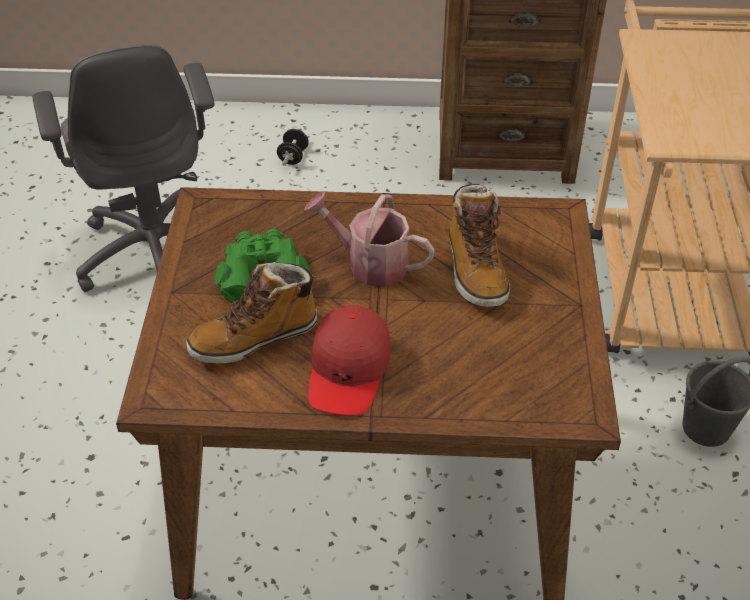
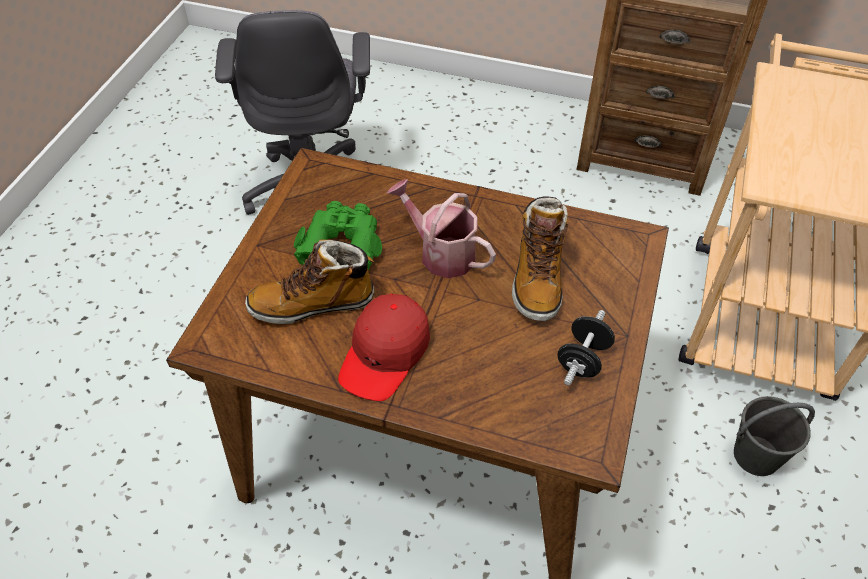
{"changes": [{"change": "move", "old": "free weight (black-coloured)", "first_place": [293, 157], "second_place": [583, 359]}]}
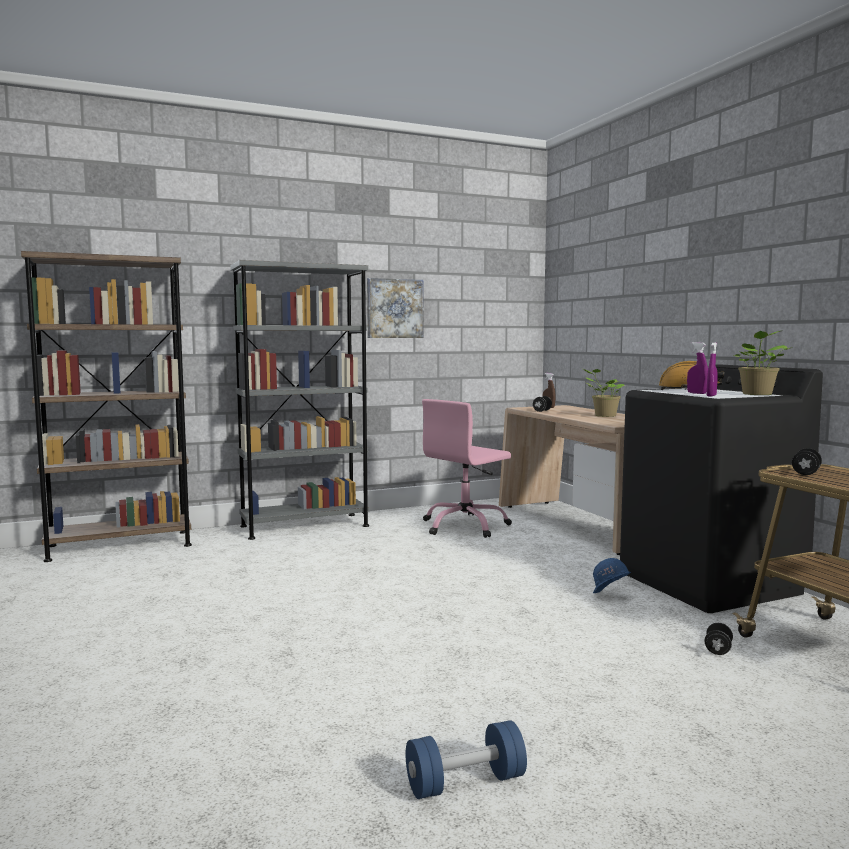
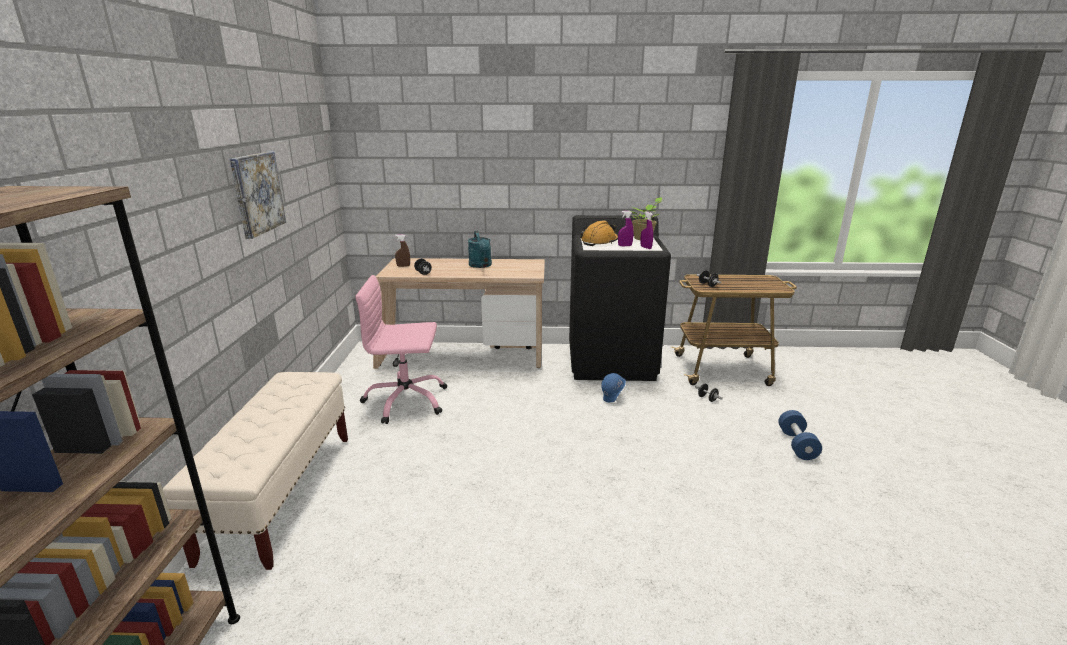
{"changes": [{"change": "replace", "old": "shelving unit (greyish)", "new": "bench (sand-coloured)", "first_place": [304, 526], "second_place": [281, 494]}, {"change": "rotate", "old": "desk chair (pink-coloured)", "first_place": [465, 526], "second_place": [406, 401], "degrees": 105}, {"change": "replace", "old": "potted plant", "new": "watering pot (turquoise)", "first_place": [603, 415], "second_place": [481, 265]}, {"change": "move", "old": "free weight (bluish)", "first_place": [465, 783], "second_place": [797, 444]}]}
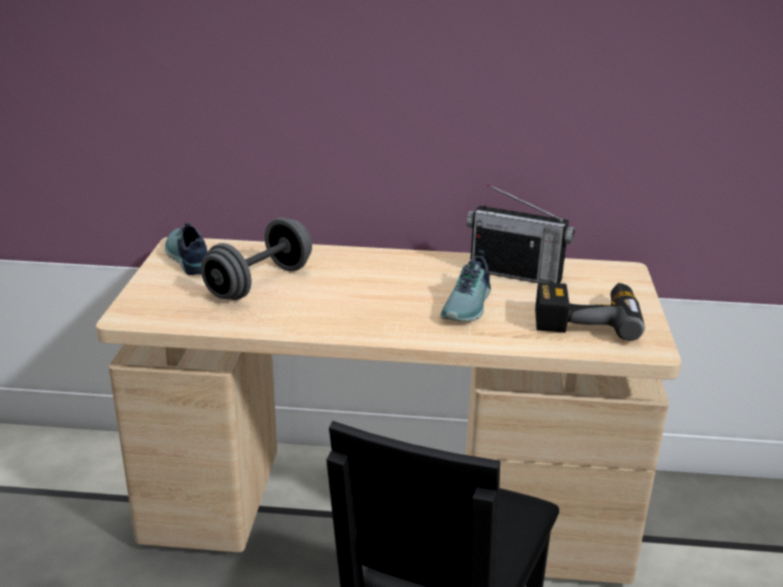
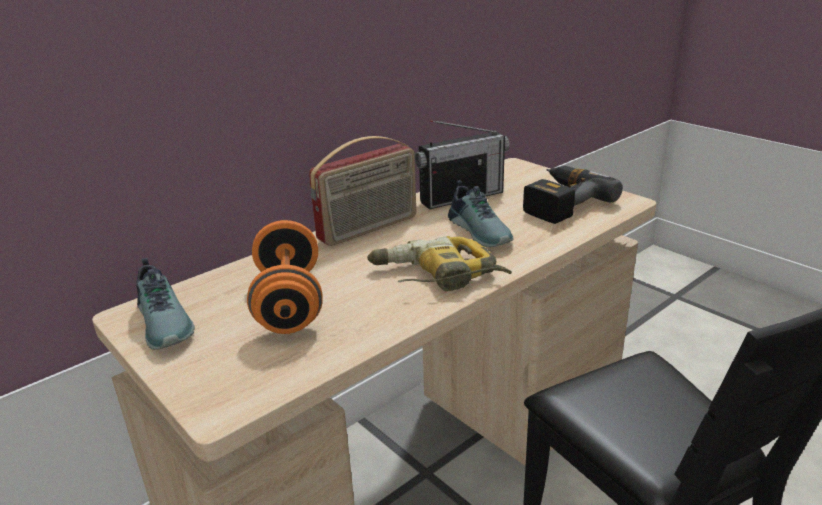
{"changes": [{"change": "rotate", "old": "low shoe", "first_place": [187, 259], "second_place": [167, 322], "degrees": -135}, {"change": "recolor", "old": "free weight (greyish)", "new": "free weight (orange-coloured)", "first_place": [259, 283], "second_place": [289, 302]}, {"change": "insert", "new": "radio set", "second_place": [369, 228]}, {"change": "insert", "new": "electric drill", "second_place": [436, 276]}]}
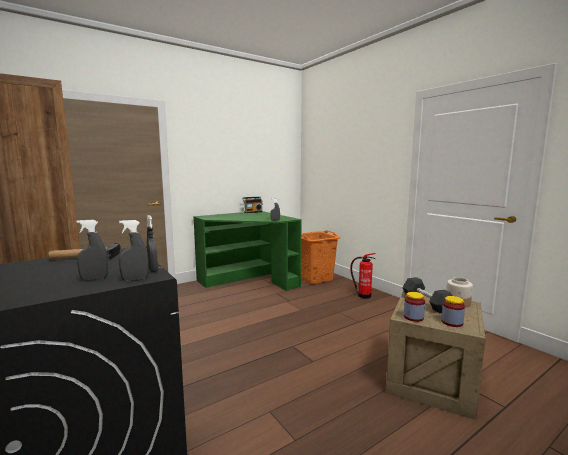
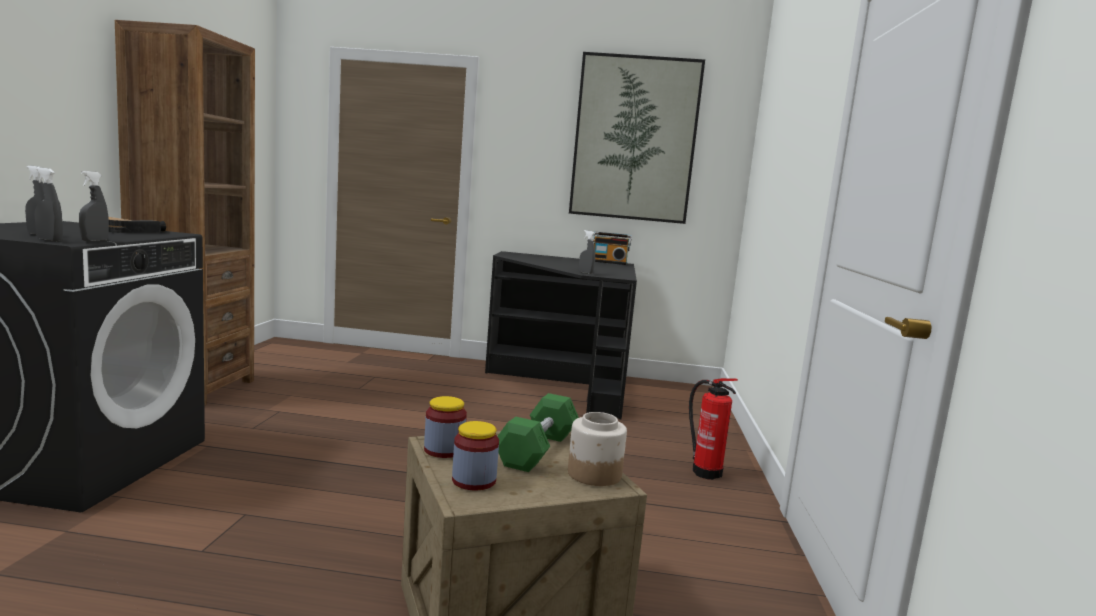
{"changes": [{"change": "recolor", "old": "desk (greenish)", "new": "desk (black-coloured)", "first_place": [249, 281], "second_place": [561, 385]}, {"change": "recolor", "old": "free weight (greyish)", "new": "free weight (greenish)", "first_place": [426, 303], "second_place": [537, 450]}, {"change": "insert", "new": "picture", "second_place": [634, 139]}, {"change": "delete", "old": "laundry basket (orange-coloured)", "first_place": [315, 279]}]}
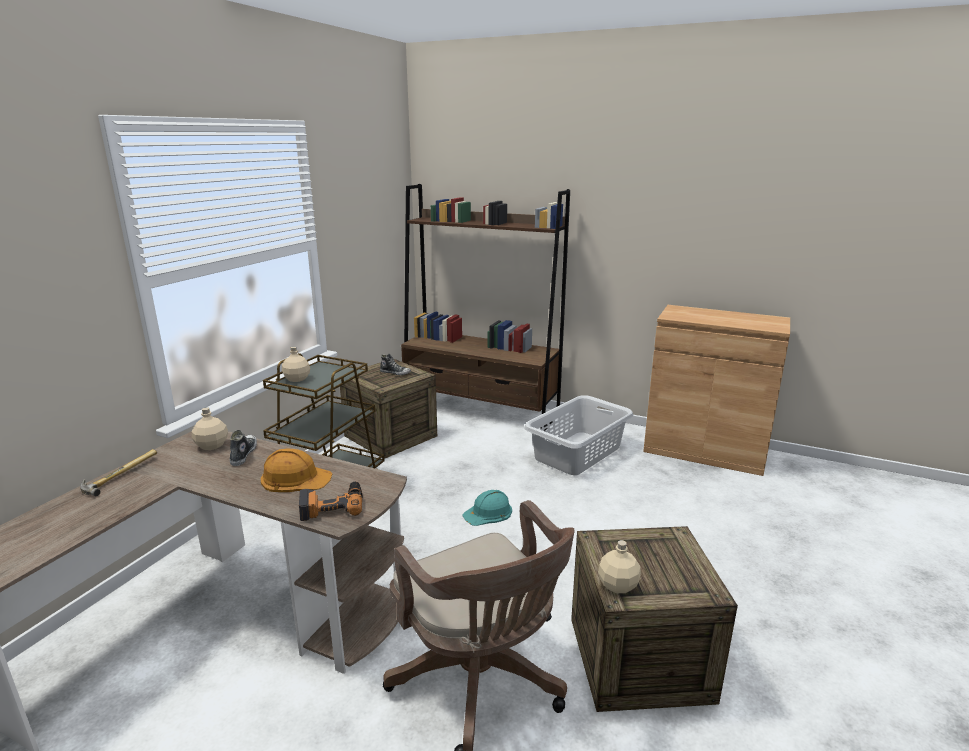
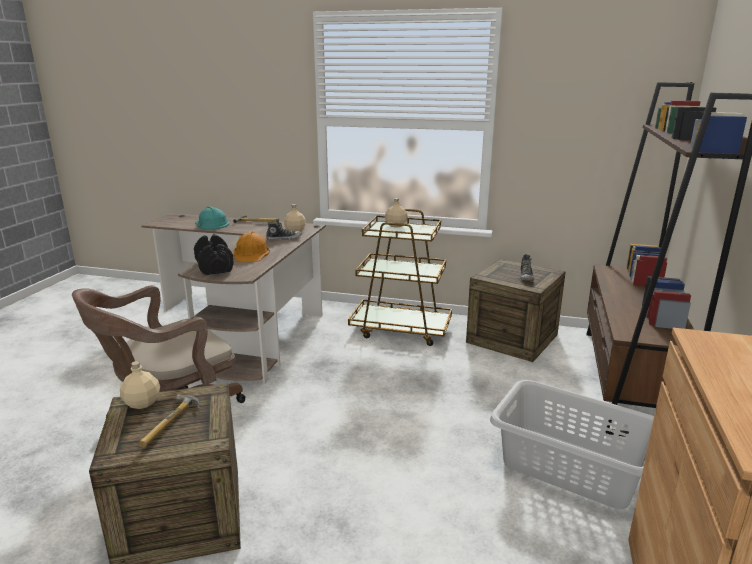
{"changes": [{"change": "insert", "new": "hand hammer", "second_place": [173, 424]}, {"change": "replace", "old": "electric drill", "new": "free weight (black-coloured)", "first_place": [332, 505], "second_place": [214, 267]}, {"change": "move", "old": "safety helmet (turquoise)", "first_place": [488, 513], "second_place": [211, 224]}]}
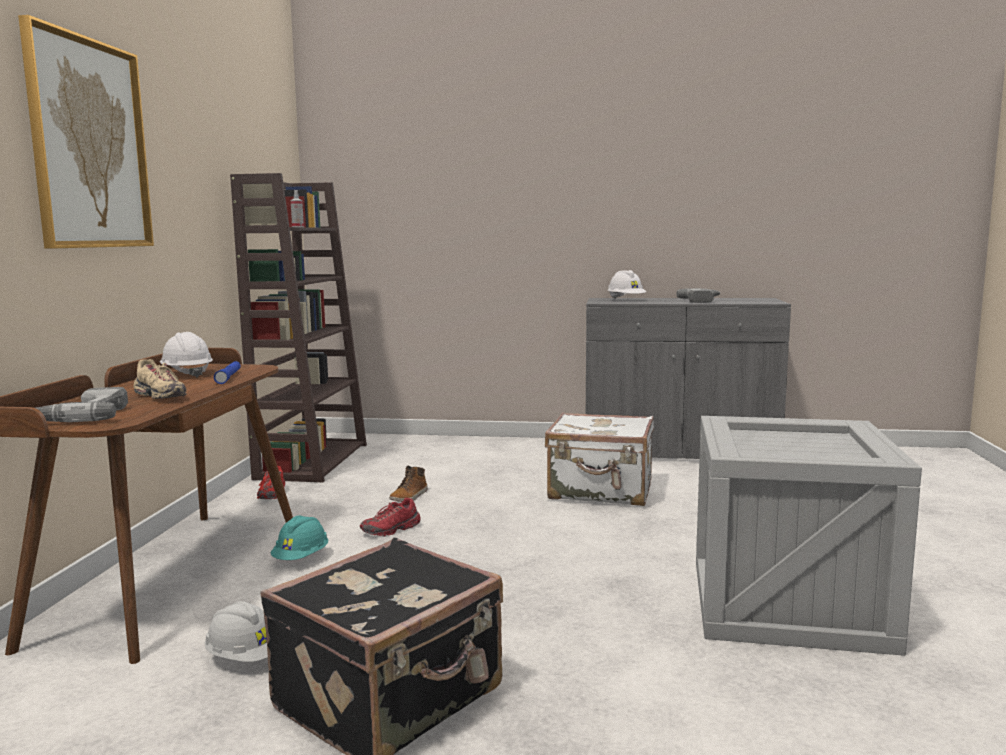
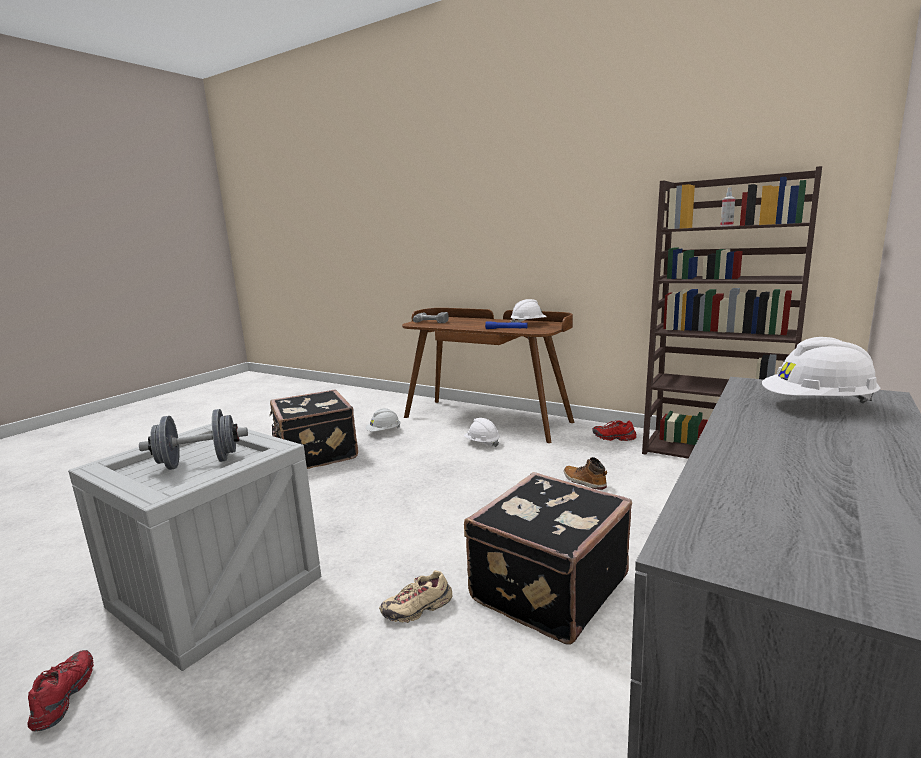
{"changes": [{"change": "move", "old": "low shoe (reddish)", "first_place": [391, 530], "second_place": [64, 697]}, {"change": "insert", "new": "free weight (greyish)", "second_place": [199, 463]}, {"change": "move", "old": "low shoe (sand-coloured)", "first_place": [161, 397], "second_place": [418, 609]}, {"change": "recolor", "old": "safety helmet (turquoise)", "new": "safety helmet (white)", "first_place": [301, 558], "second_place": [482, 443]}, {"change": "recolor", "old": "travel case (white)", "new": "travel case (black-coloured)", "first_place": [601, 491], "second_place": [546, 587]}, {"change": "delete", "old": "picture", "first_place": [89, 144]}, {"change": "delete", "old": "electric drill", "first_place": [703, 300]}]}
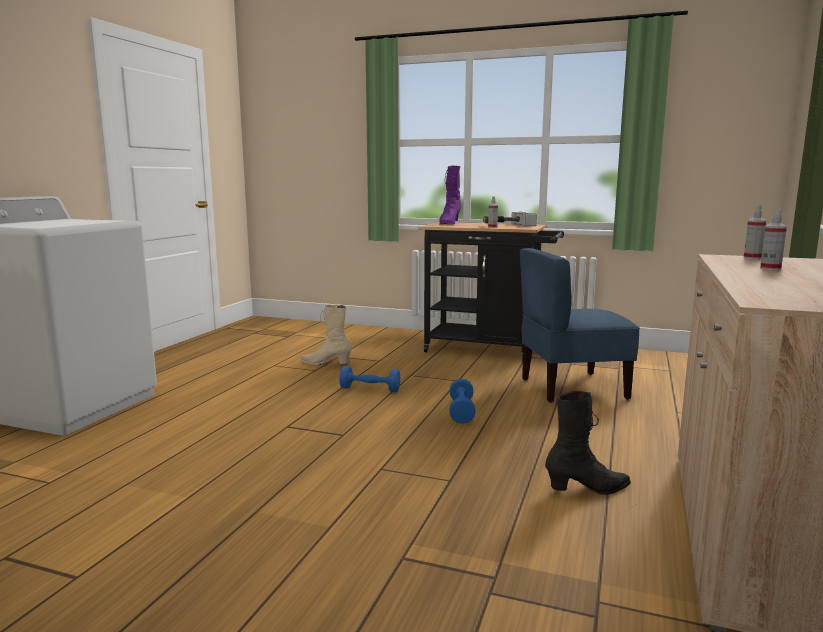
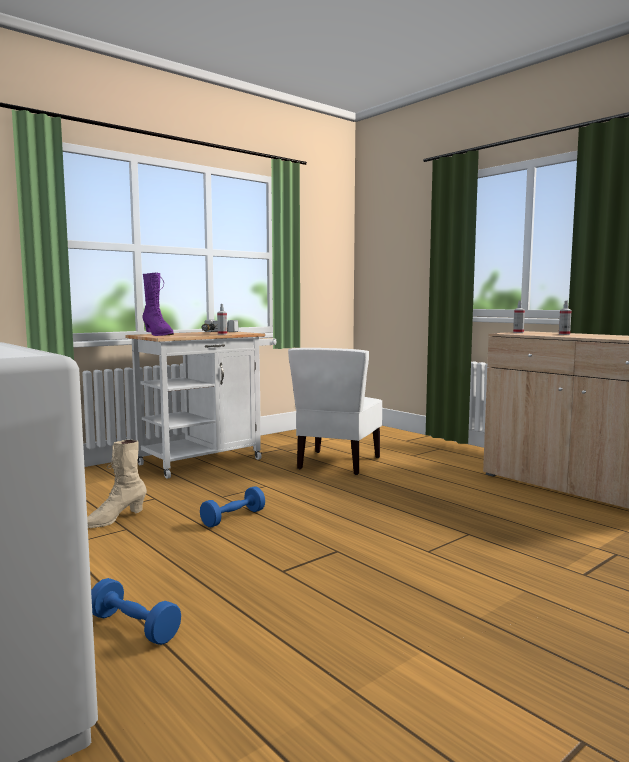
{"changes": [{"change": "move", "old": "free weight (bluish)", "first_place": [461, 411], "second_place": [134, 627]}, {"change": "recolor", "old": "wheeled cart (black-coloured)", "new": "wheeled cart (white)", "first_place": [488, 349], "second_place": [207, 460]}, {"change": "recolor", "old": "chair (bluish)", "new": "chair (white)", "first_place": [572, 388], "second_place": [337, 463]}, {"change": "delete", "old": "tall boot (black-coloured)", "first_place": [588, 489]}]}
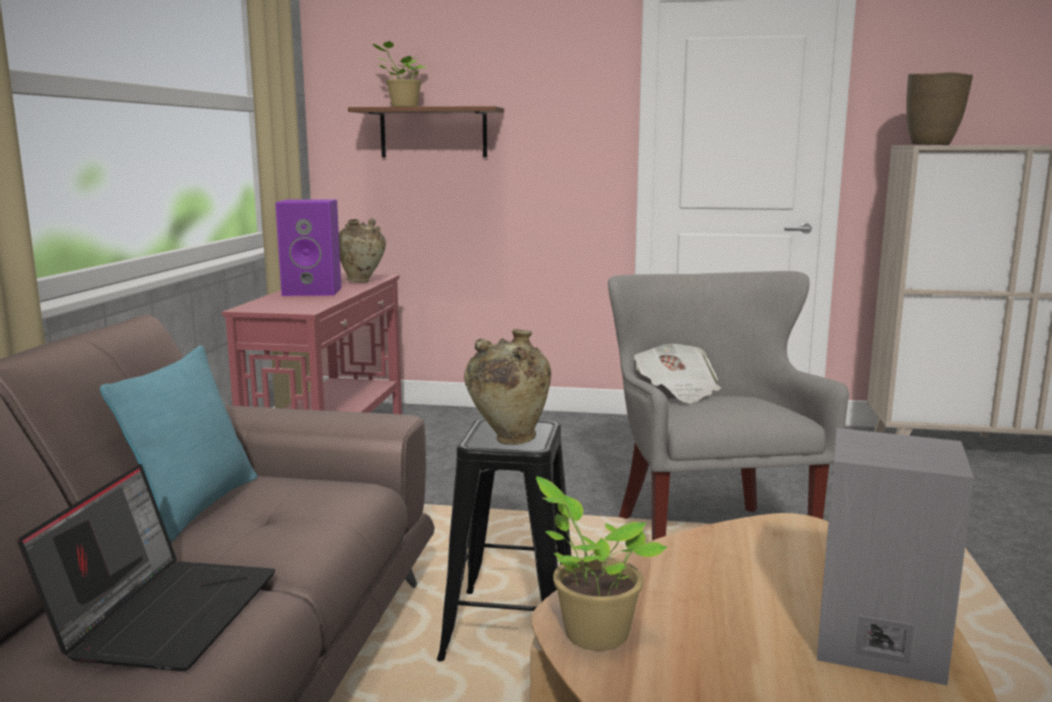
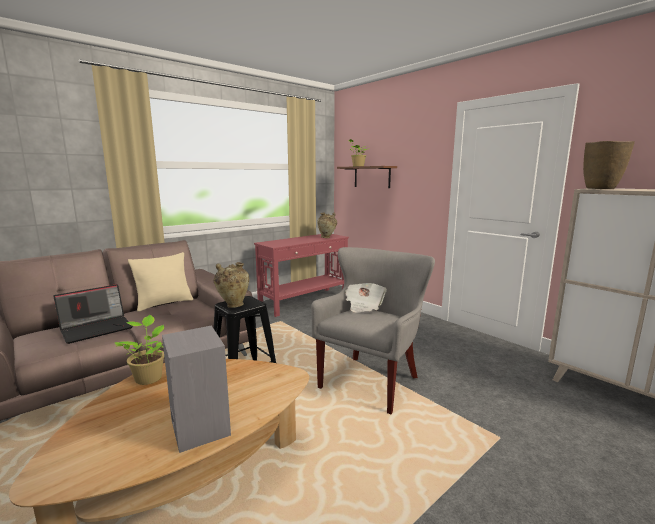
{"changes": [{"change": "recolor", "old": "cushion (turquoise)", "new": "cushion (sand-coloured)", "first_place": [196, 507], "second_place": [164, 303]}, {"change": "delete", "old": "speaker (purple)", "first_place": [314, 291]}]}
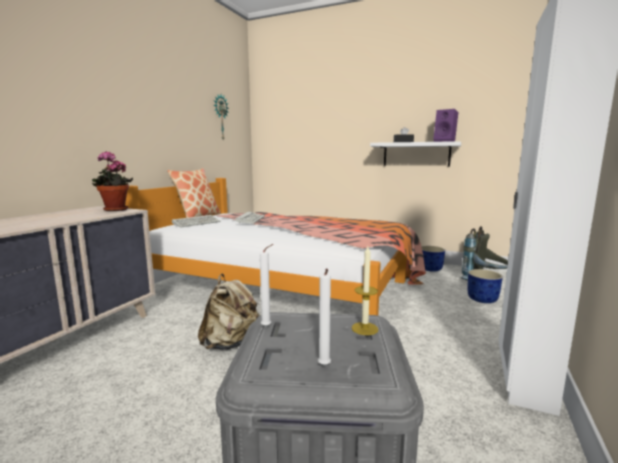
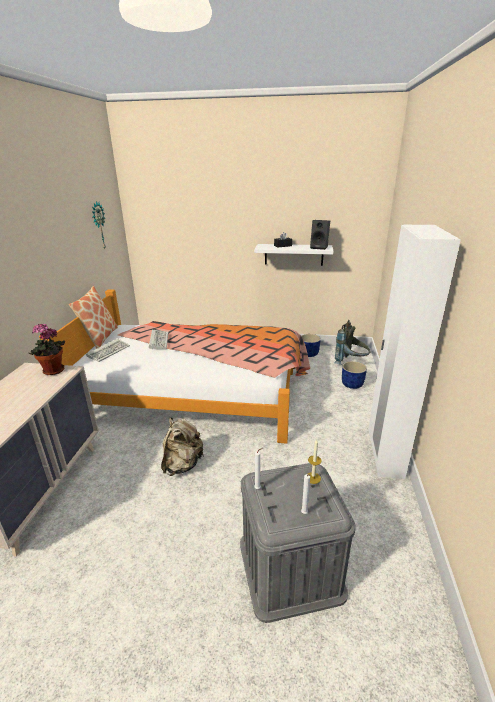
{"changes": [{"change": "recolor", "old": "speaker (purple)", "new": "speaker (black-coloured)", "first_place": [445, 141], "second_place": [319, 247]}]}
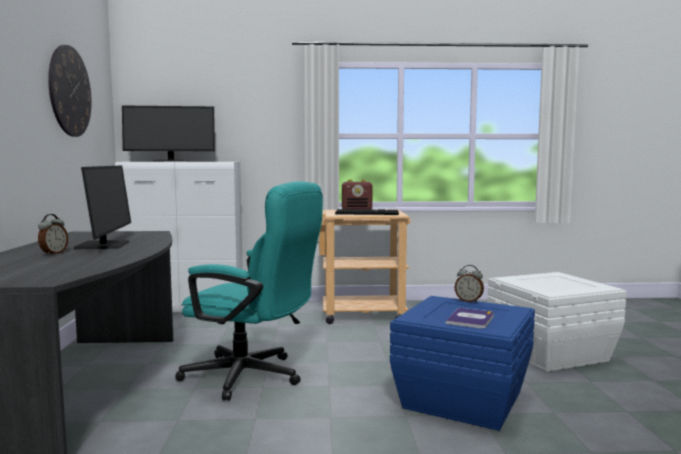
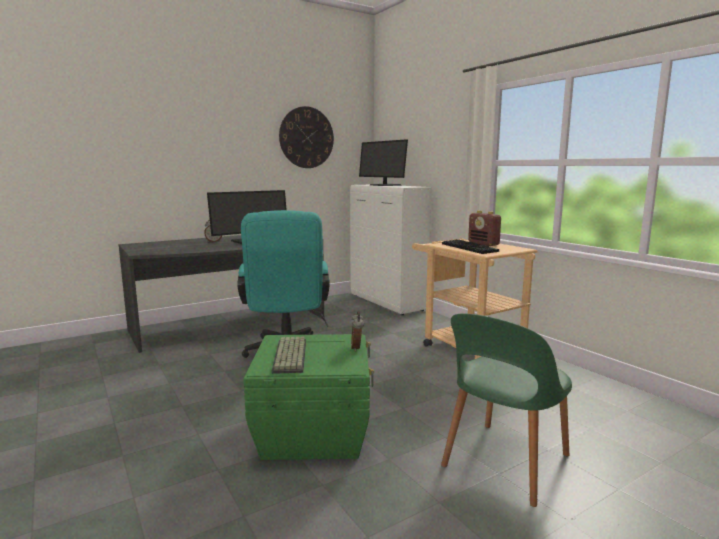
{"changes": [{"change": "recolor", "old": "storage bin (bluish)", "new": "storage bin (greenish)", "first_place": [462, 399], "second_place": [314, 432]}, {"change": "replace", "old": "volume", "new": "PC keyboard", "first_place": [470, 319], "second_place": [291, 356]}, {"change": "replace", "old": "storage bin (white)", "new": "chair (greenish)", "first_place": [549, 353], "second_place": [504, 462]}]}
